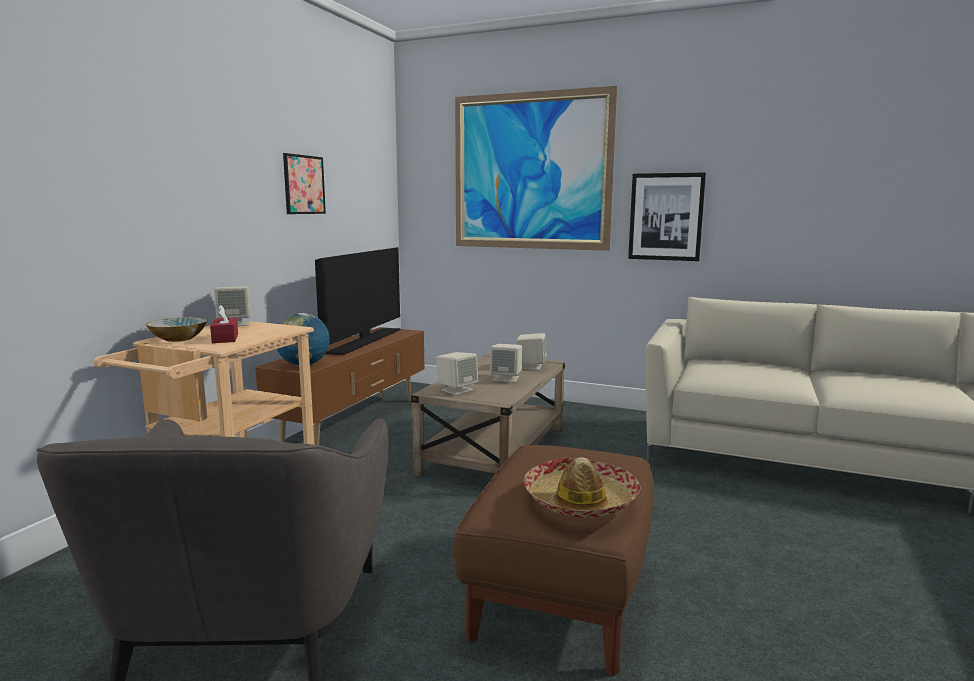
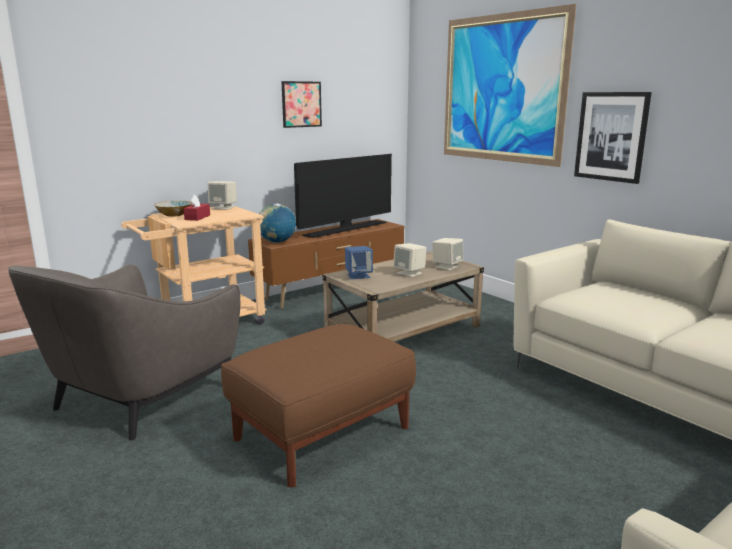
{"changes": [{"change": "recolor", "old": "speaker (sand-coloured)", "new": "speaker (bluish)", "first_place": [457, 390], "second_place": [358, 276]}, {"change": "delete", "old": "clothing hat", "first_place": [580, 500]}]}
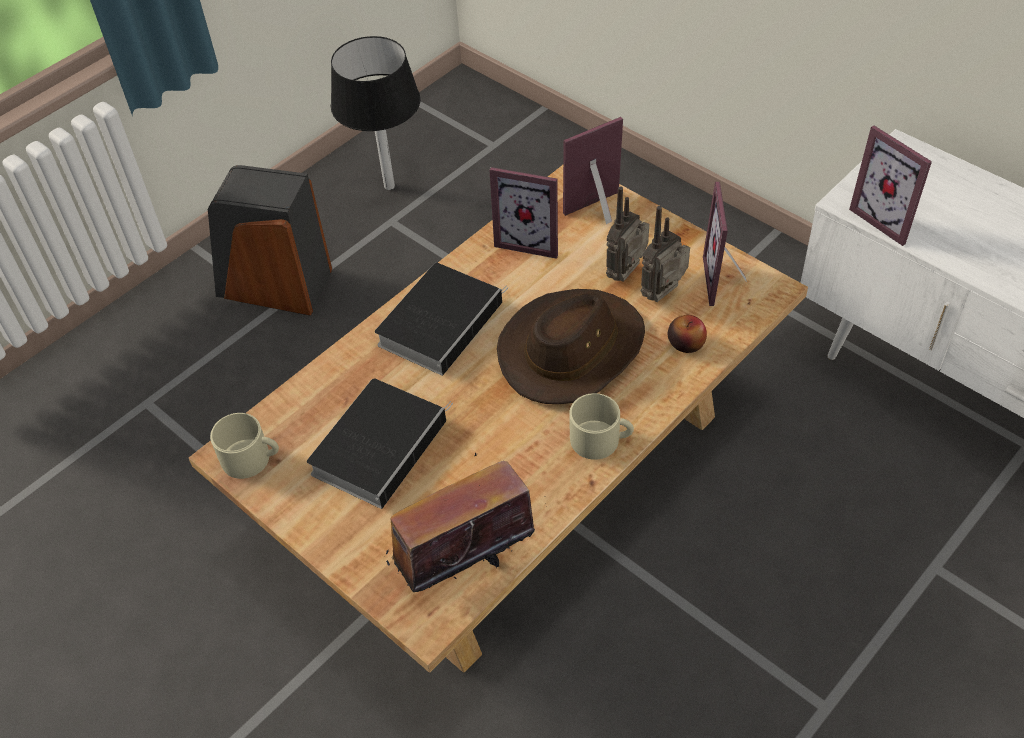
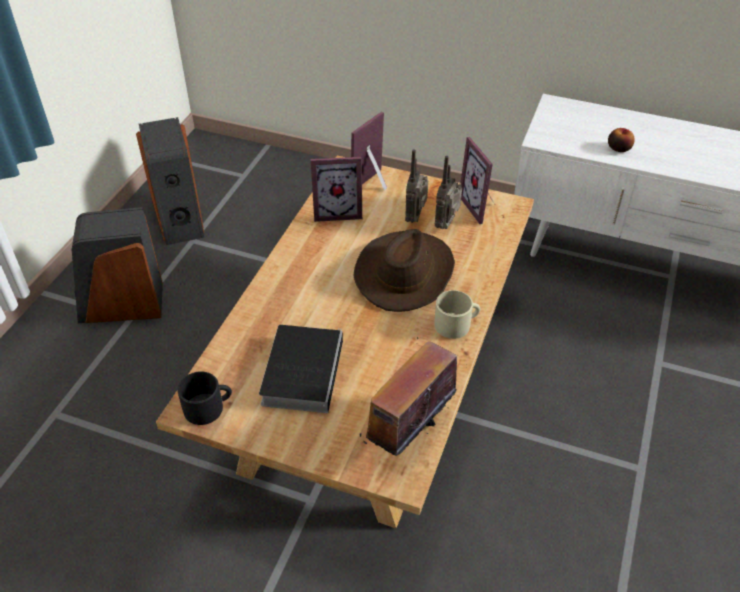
{"changes": [{"change": "replace", "old": "table lamp (black-coloured)", "new": "speaker", "first_place": [389, 186], "second_place": [180, 217]}, {"change": "recolor", "old": "tea mug (sand-coloured)", "new": "tea mug (black-coloured)", "first_place": [252, 459], "second_place": [208, 407]}, {"change": "move", "old": "apple", "first_place": [686, 343], "second_place": [619, 148]}, {"change": "delete", "old": "volume", "first_place": [441, 321]}, {"change": "delete", "old": "standing frame", "first_place": [889, 218]}]}
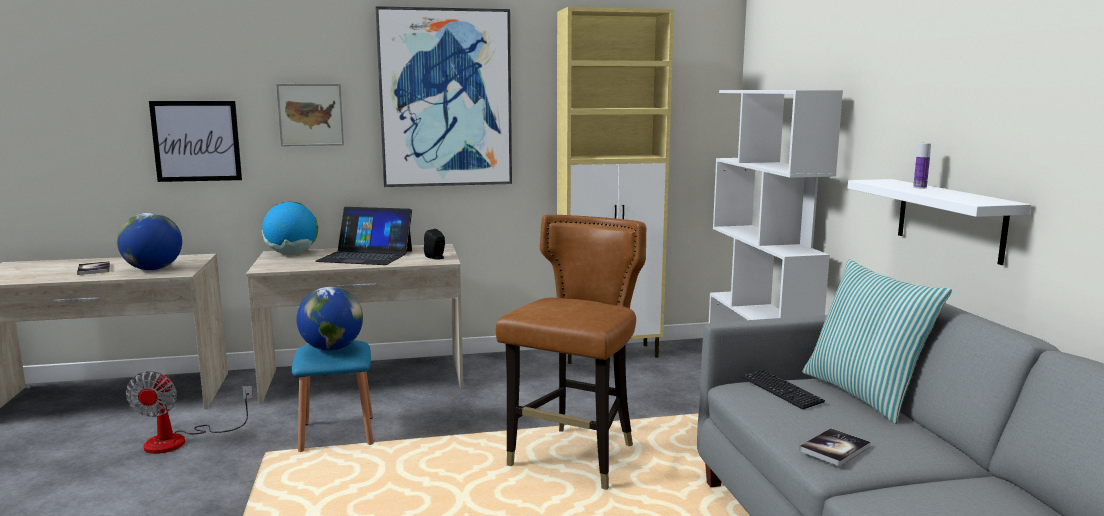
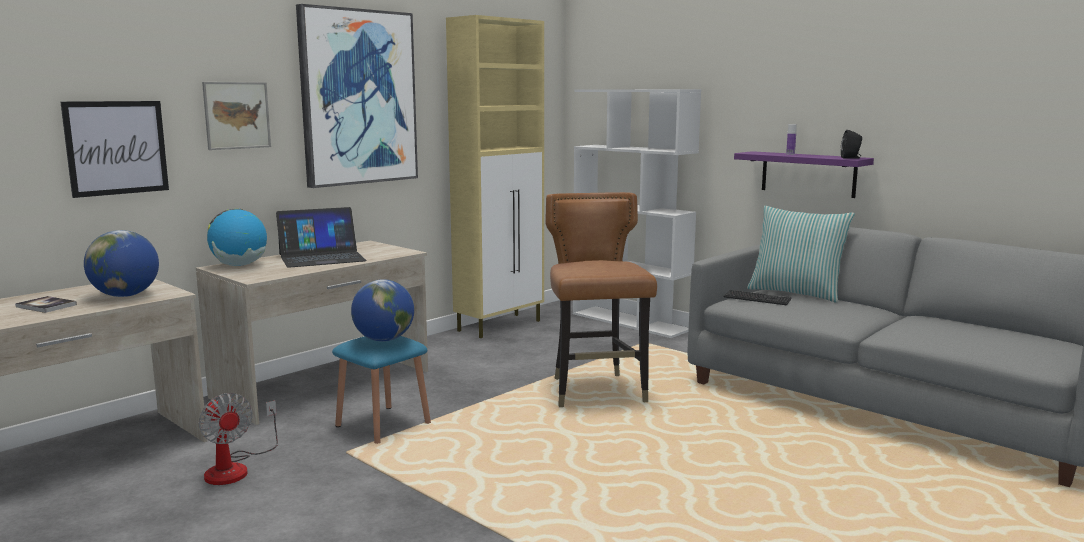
{"changes": [{"change": "recolor", "old": "shelf (white)", "new": "shelf (purple)", "first_place": [949, 219], "second_place": [808, 174]}, {"change": "move", "old": "speaker (black-coloured)", "first_place": [436, 258], "second_place": [851, 158]}, {"change": "delete", "old": "volume", "first_place": [834, 448]}]}
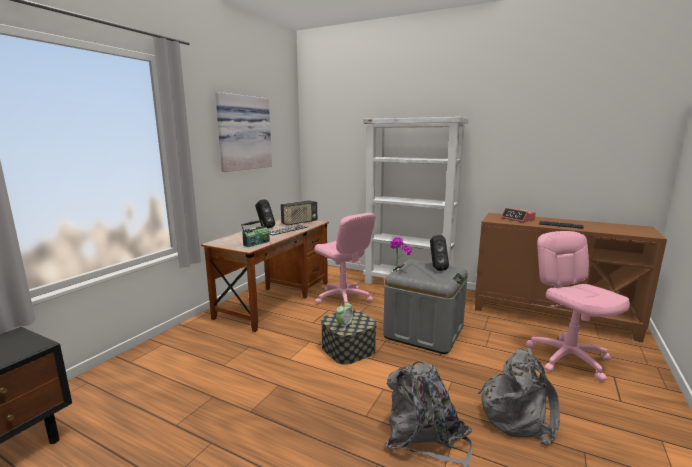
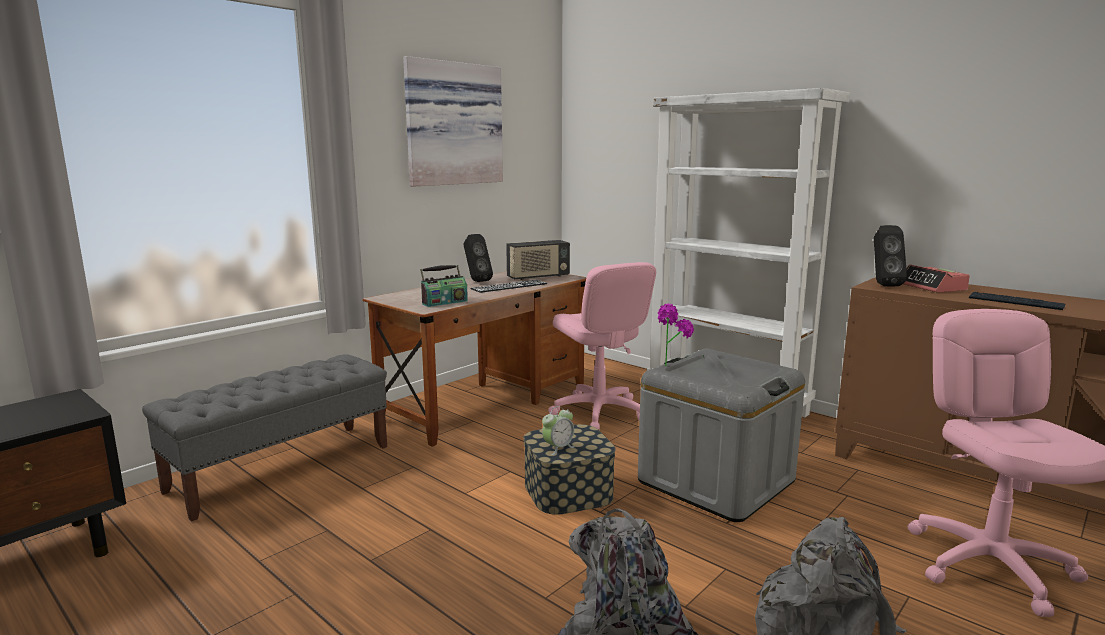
{"changes": [{"change": "insert", "new": "bench (greyish)", "second_place": [282, 468]}, {"change": "move", "old": "speaker (black-coloured)", "first_place": [436, 268], "second_place": [882, 285]}]}
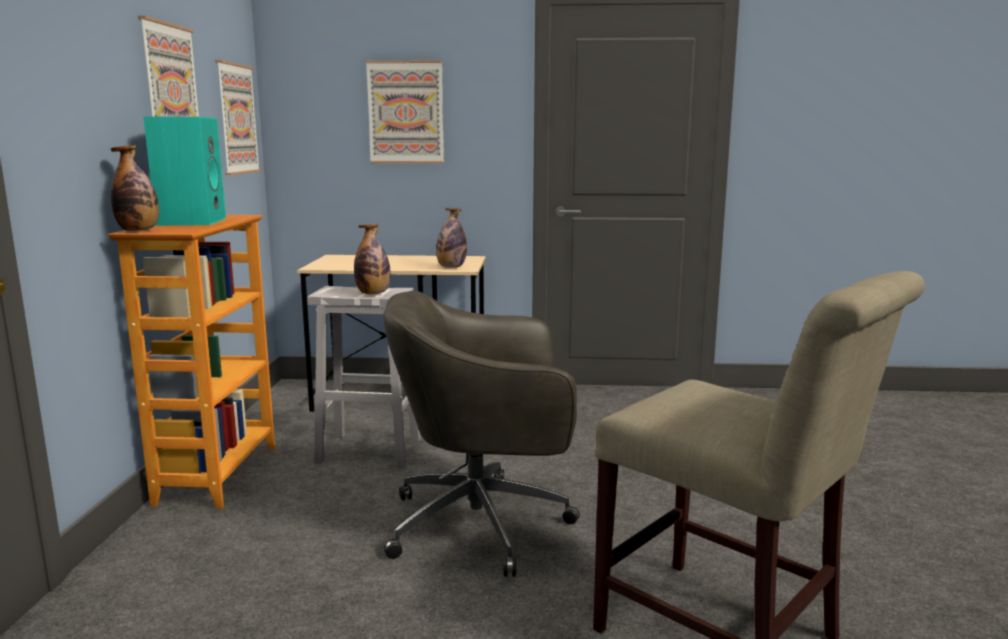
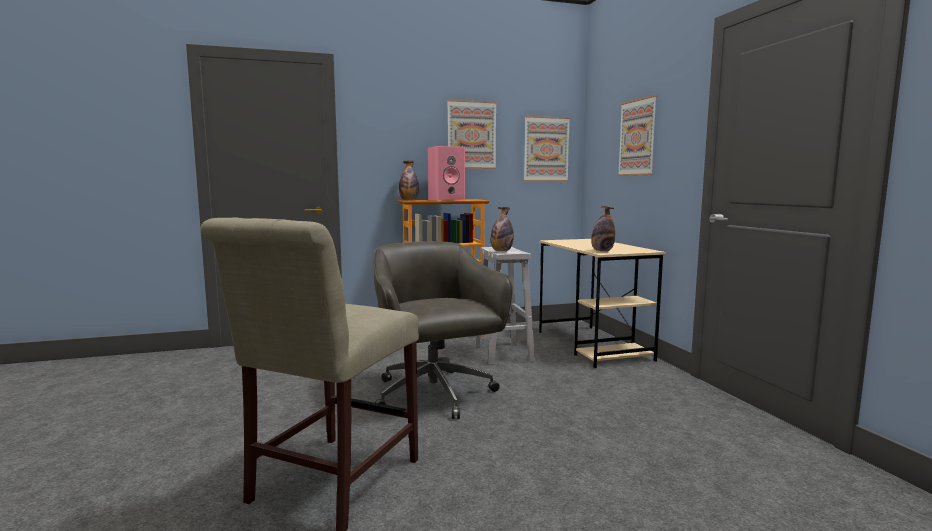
{"changes": [{"change": "recolor", "old": "speaker (turquoise)", "new": "speaker (pink-coloured)", "first_place": [191, 221], "second_place": [447, 200]}]}
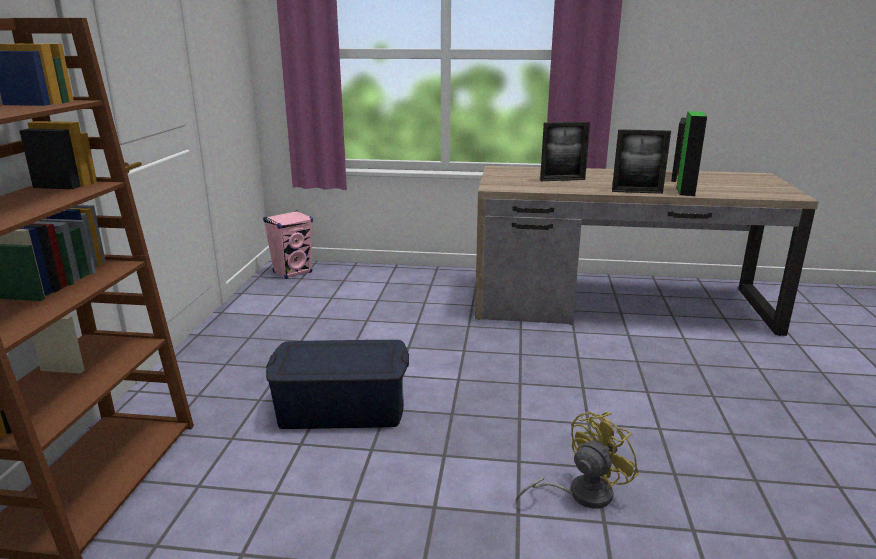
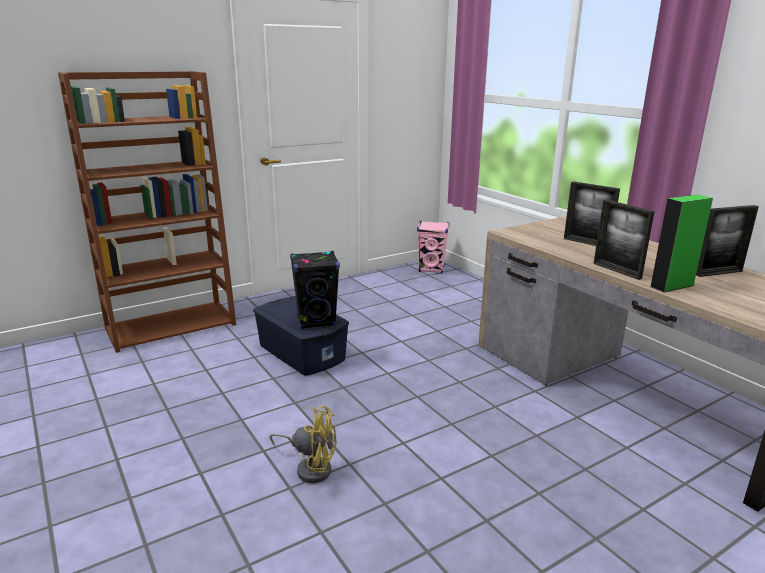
{"changes": [{"change": "insert", "new": "speaker (black-coloured)", "second_place": [316, 322]}]}
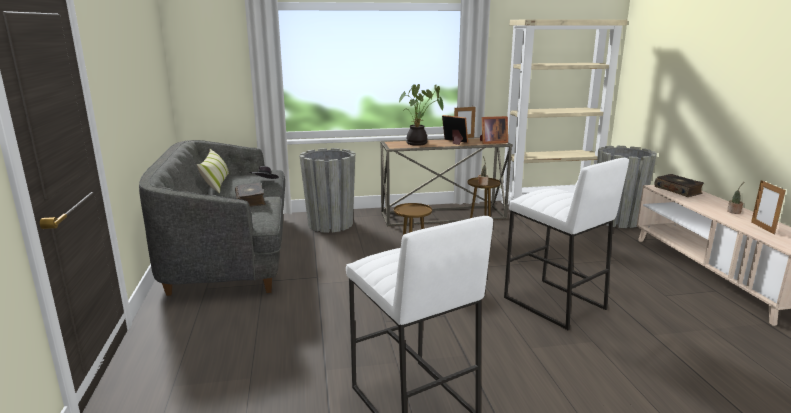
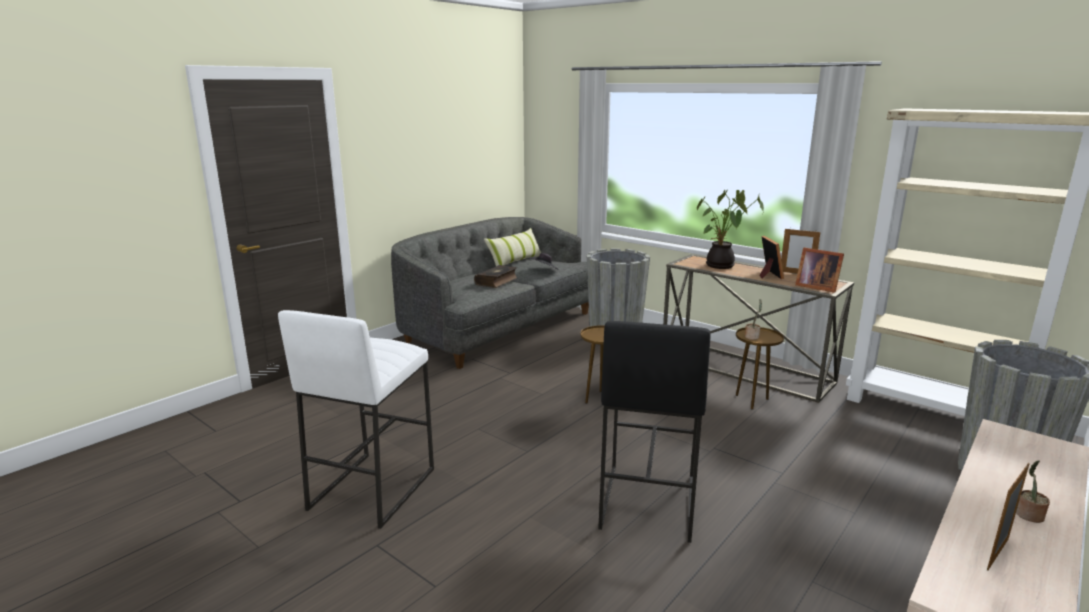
{"changes": [{"change": "recolor", "old": "sitting stool (white)", "new": "sitting stool (black-coloured)", "first_place": [553, 303], "second_place": [646, 501]}, {"change": "delete", "old": "volume", "first_place": [678, 190]}]}
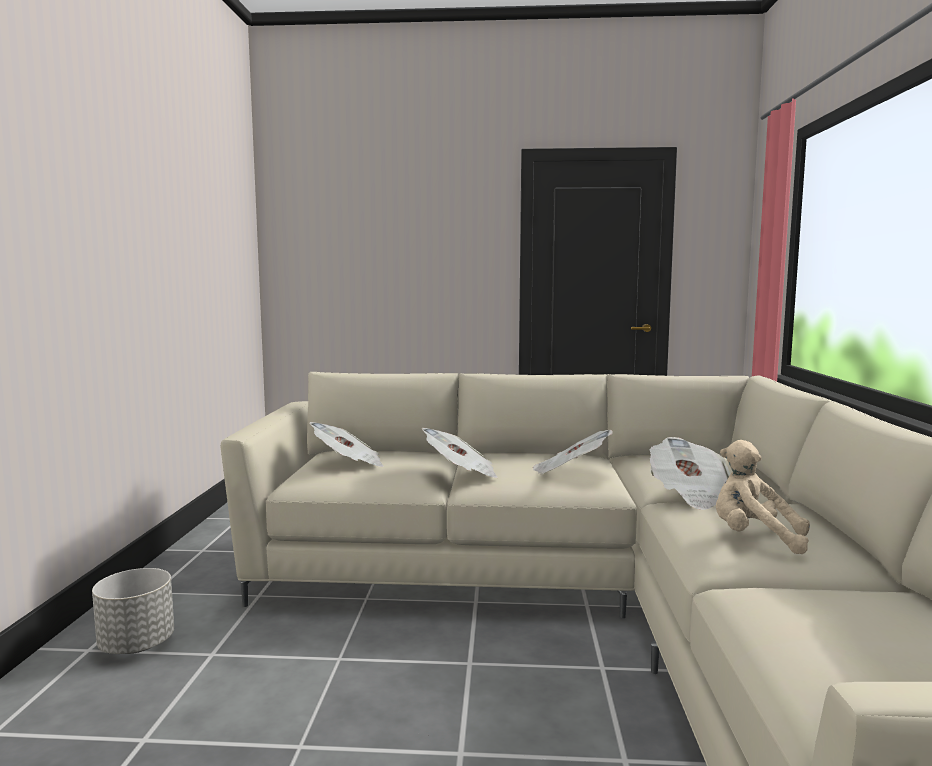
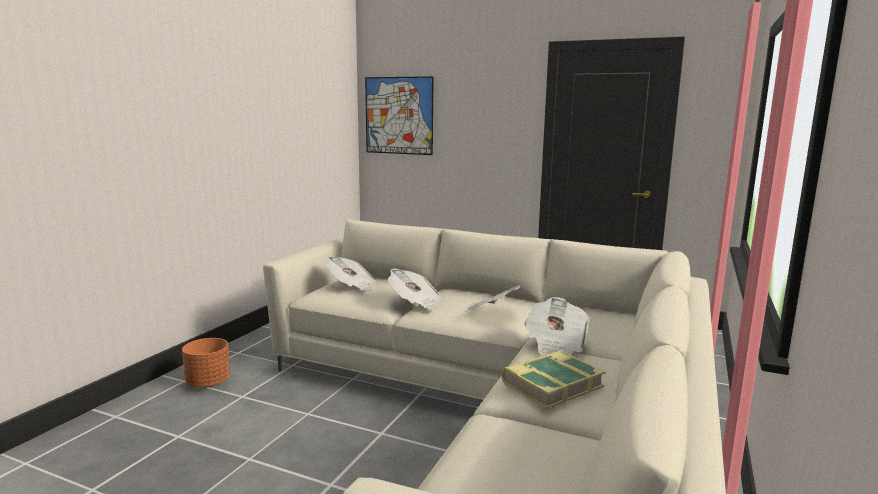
{"changes": [{"change": "recolor", "old": "planter (greyish)", "new": "planter (orange-coloured)", "first_place": [137, 645], "second_place": [209, 383]}, {"change": "insert", "new": "picture", "second_place": [399, 115]}, {"change": "replace", "old": "cuddly toy (sand-coloured)", "new": "volume", "first_place": [754, 539], "second_place": [551, 385]}]}
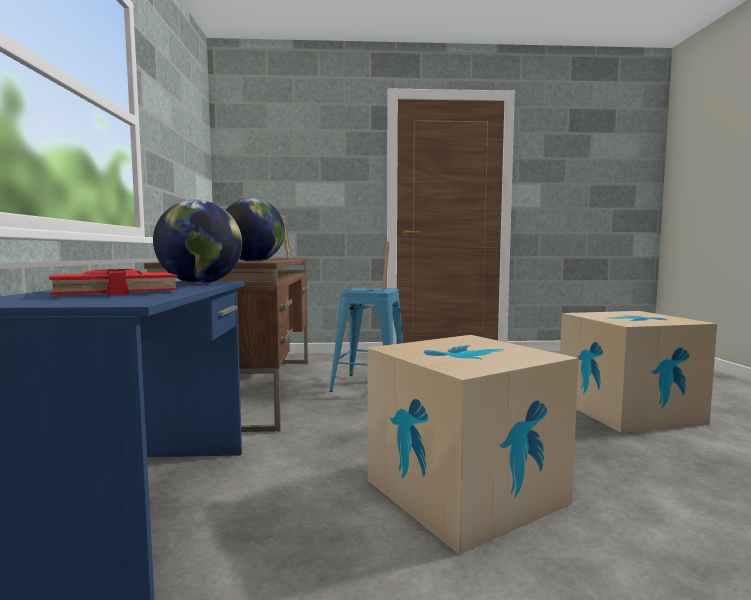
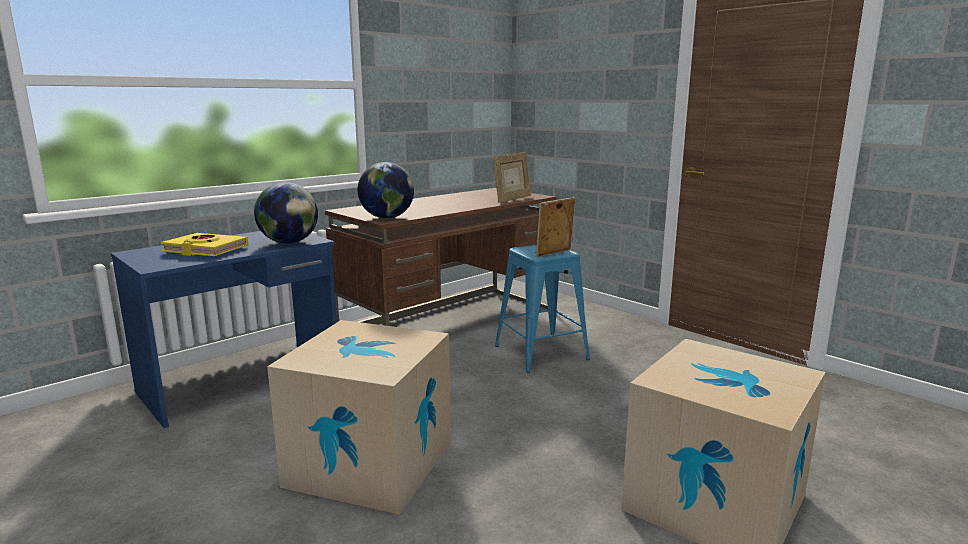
{"changes": [{"change": "recolor", "old": "volume (reddish)", "new": "volume (yellowish)", "first_place": [115, 292], "second_place": [206, 250]}]}
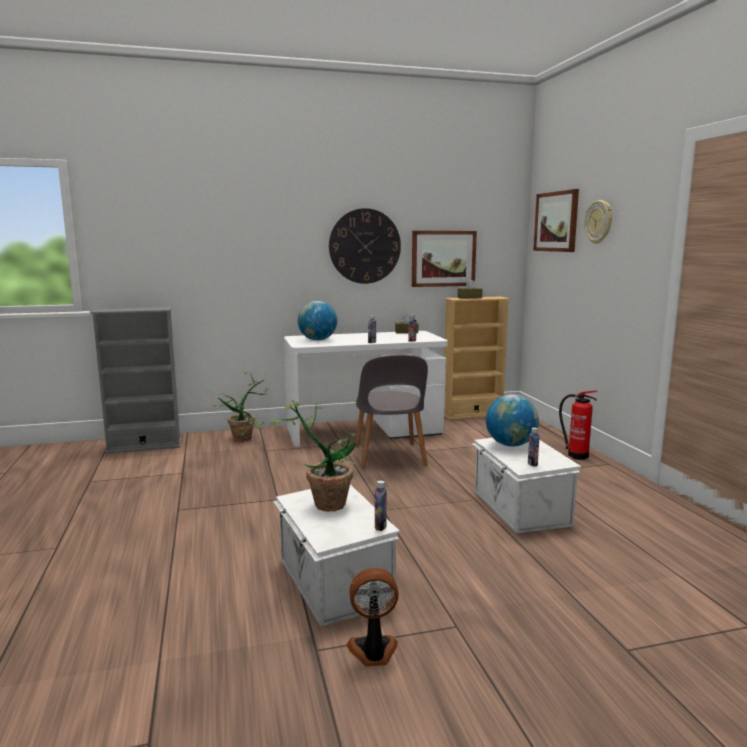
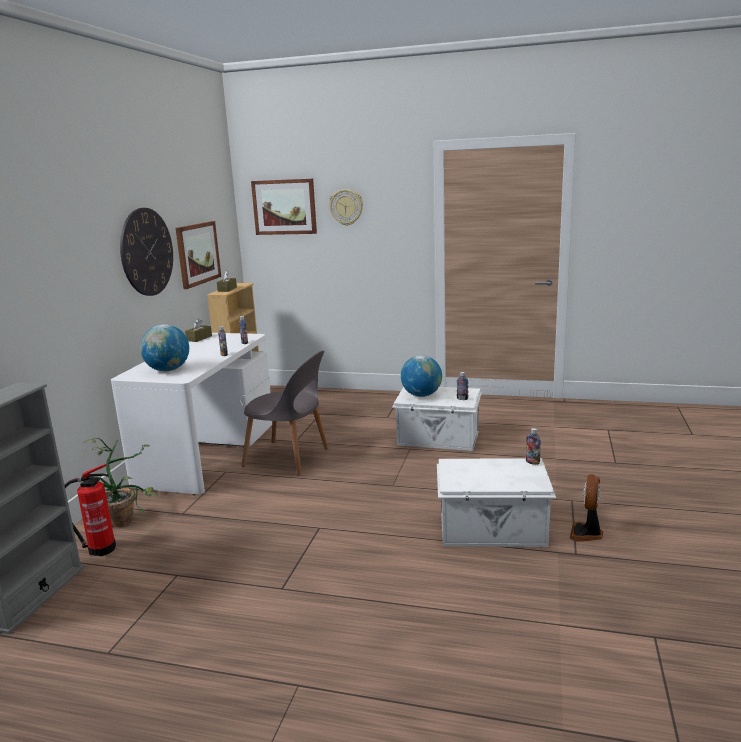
{"changes": [{"change": "move", "old": "fire extinguisher", "first_place": [576, 455], "second_place": [99, 549]}, {"change": "delete", "old": "potted plant", "first_place": [325, 502]}]}
